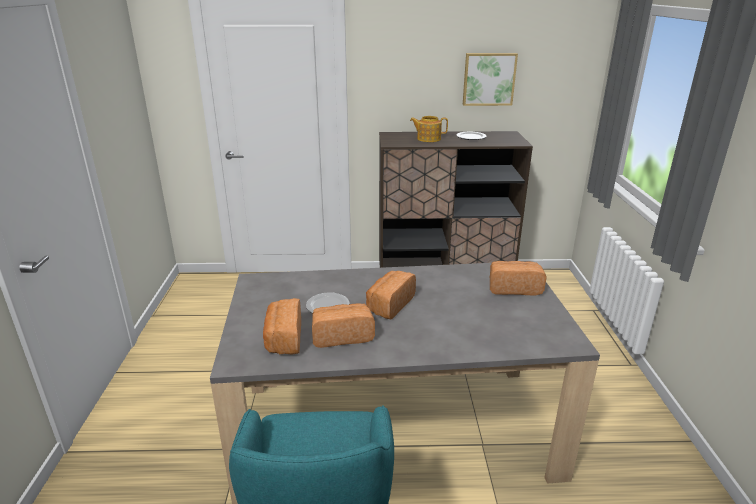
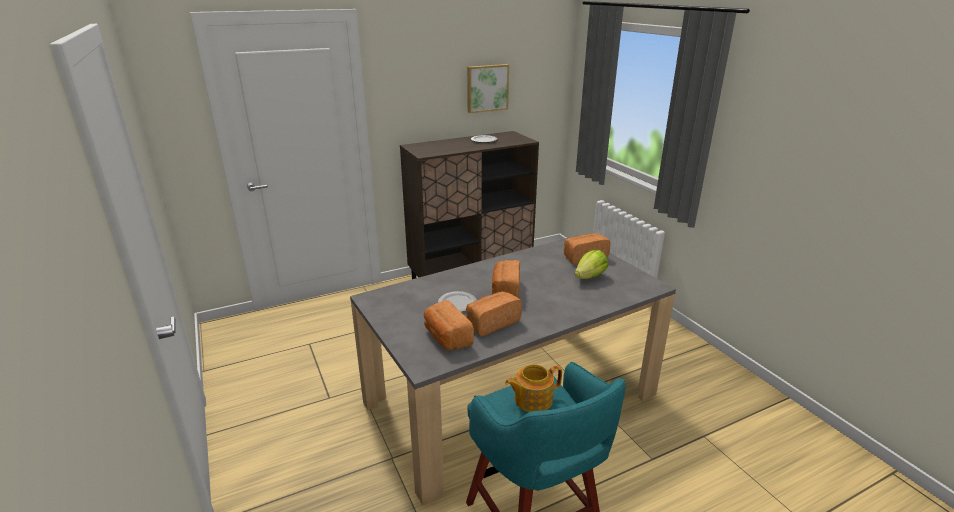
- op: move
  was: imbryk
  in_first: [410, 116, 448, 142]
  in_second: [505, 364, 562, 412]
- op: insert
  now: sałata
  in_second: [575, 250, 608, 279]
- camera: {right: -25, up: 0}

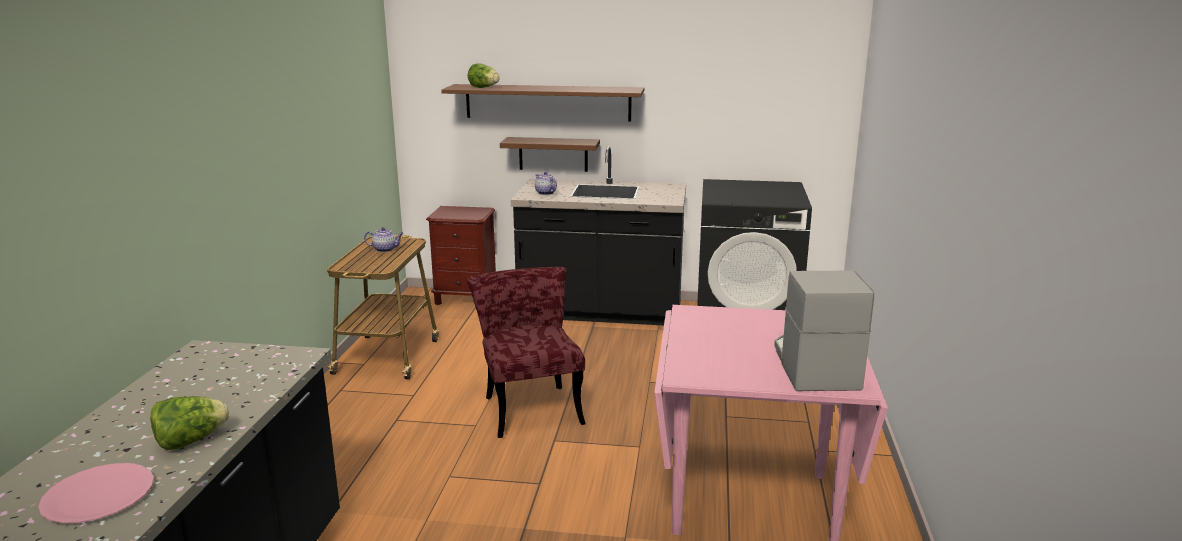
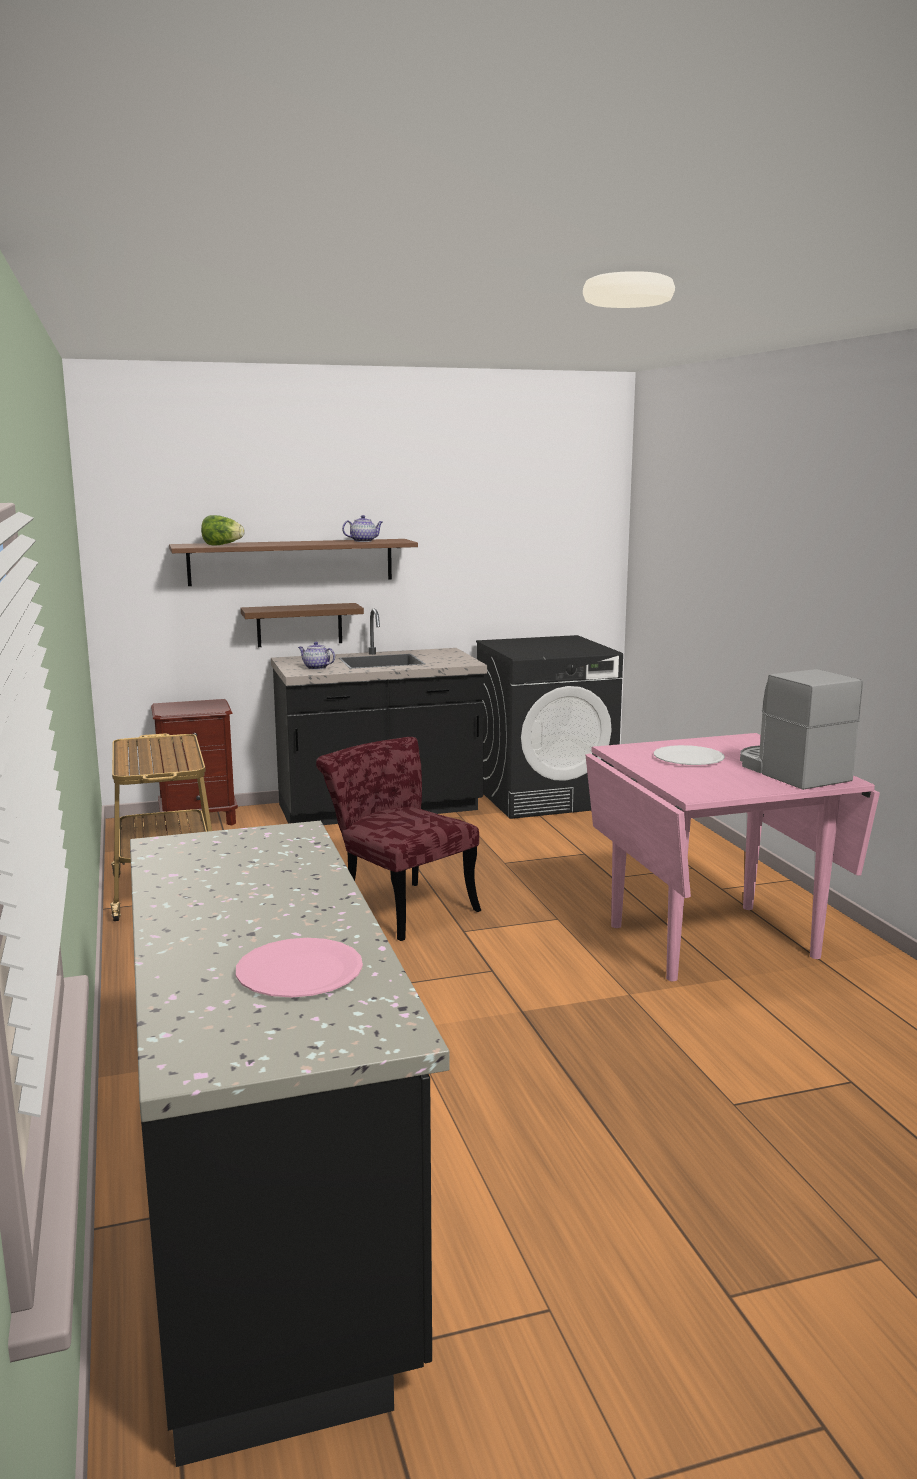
- op: move
  was: imbryk
  in_first: [364, 227, 404, 252]
  in_second: [342, 515, 383, 542]
- op: insert
  now: talerz [biały]
  in_second: [654, 745, 725, 765]
- op: delete
  was: sałata
  in_first: [150, 396, 229, 450]
- camera: {right: -25, up: -5}

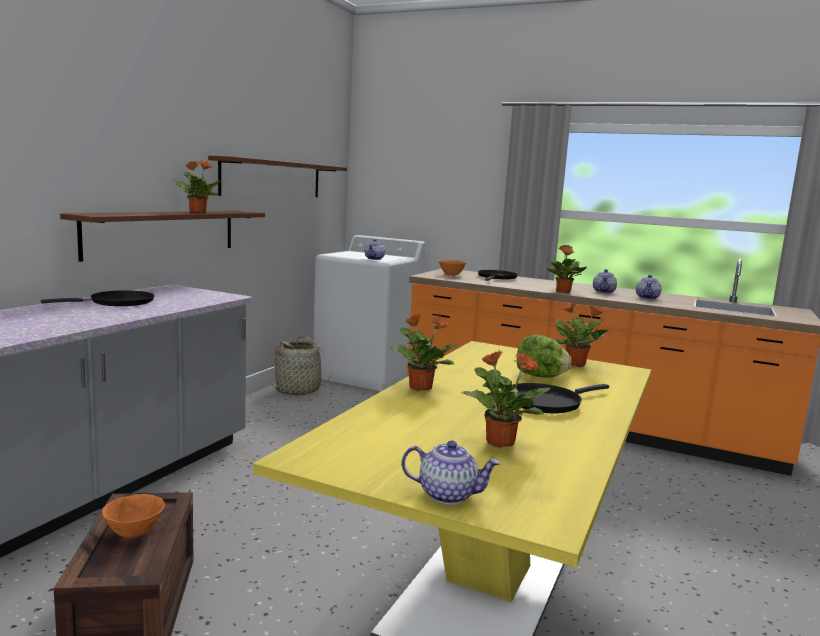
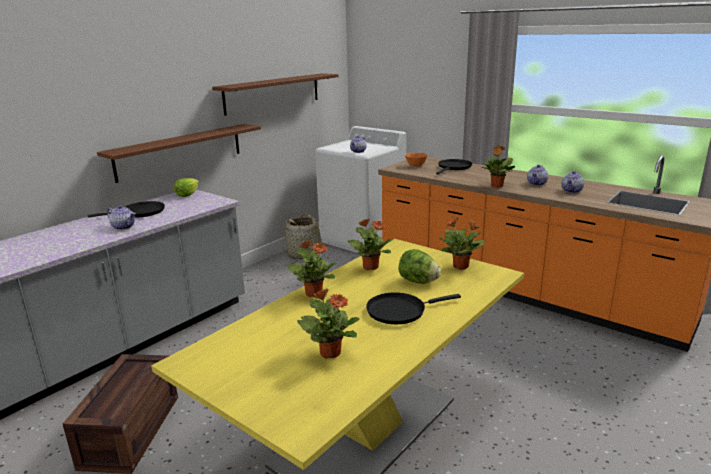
- op: move
  was: imbryk
  in_first: [402, 440, 501, 504]
  in_second: [107, 205, 135, 230]
- op: insert
  now: sałata
  in_second: [174, 178, 199, 197]
- op: move
  was: roślina doniczkowa
  in_first: [174, 160, 220, 213]
  in_second: [348, 218, 394, 270]
- op: delete
  was: miska [pomarańczowy]
  in_first: [102, 494, 165, 538]
- camera: {right: 15, up: 10}

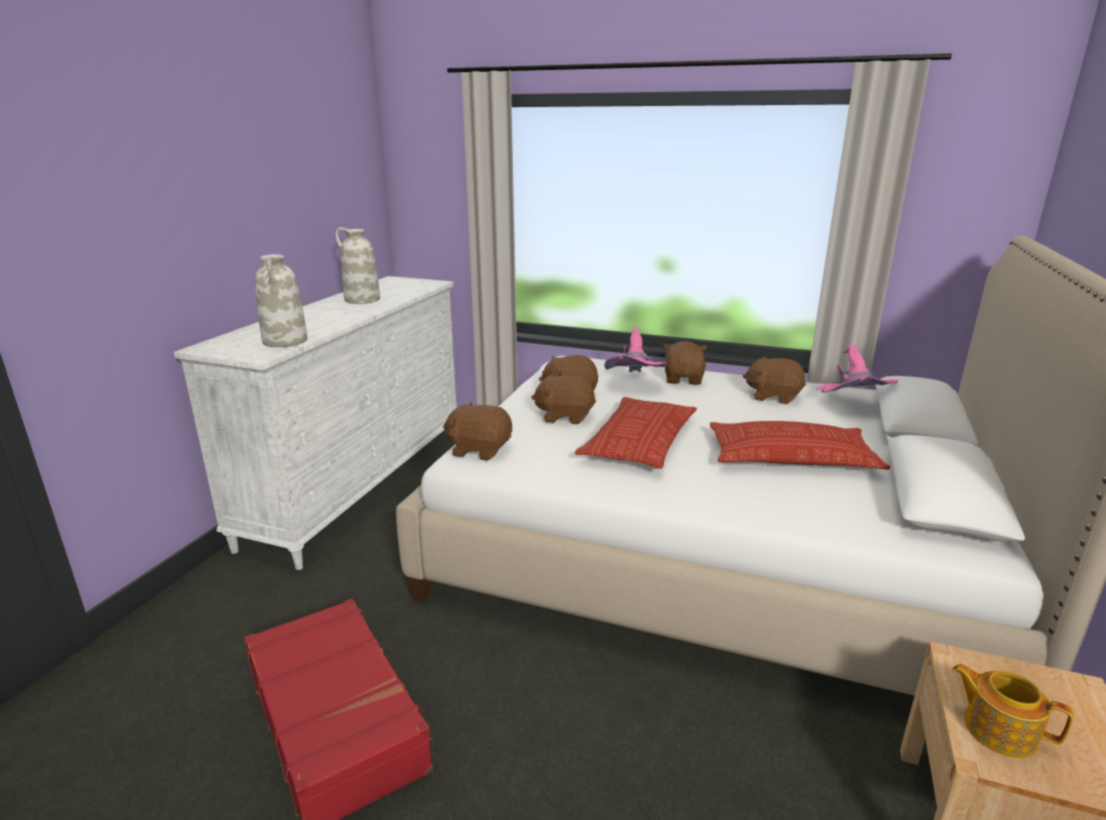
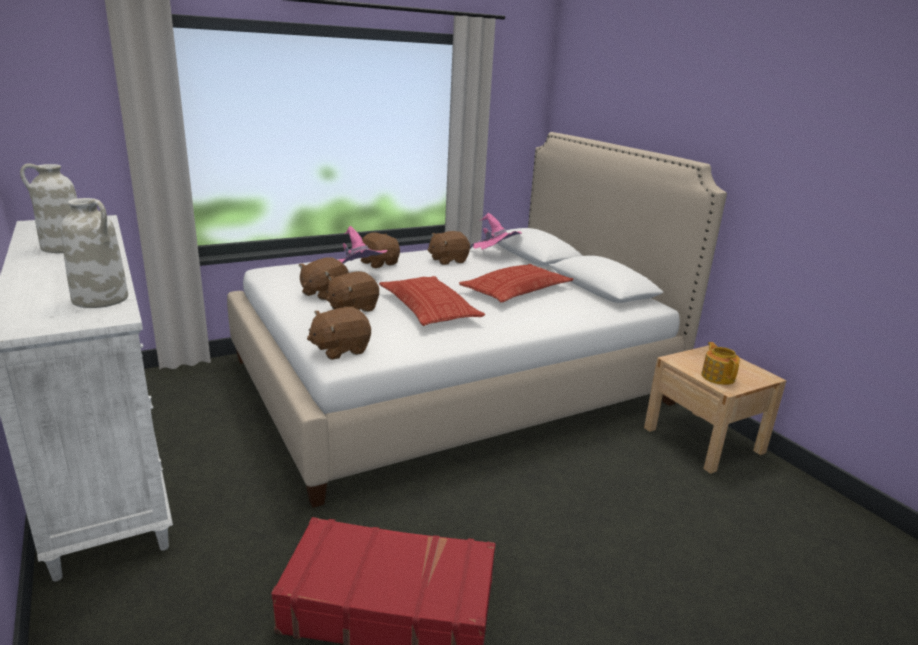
- op: rotate
  was: imbryk
  in_first: [952, 664, 1073, 758]
  in_second: [701, 342, 740, 385]
  clockwise: 90
- camera: {right: -50, up: 0}

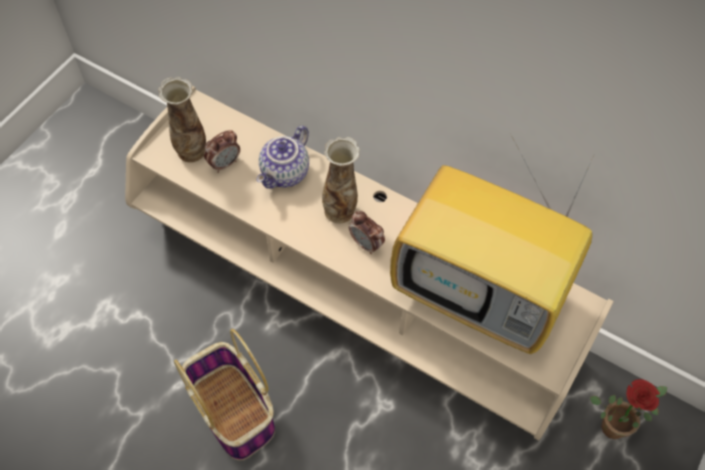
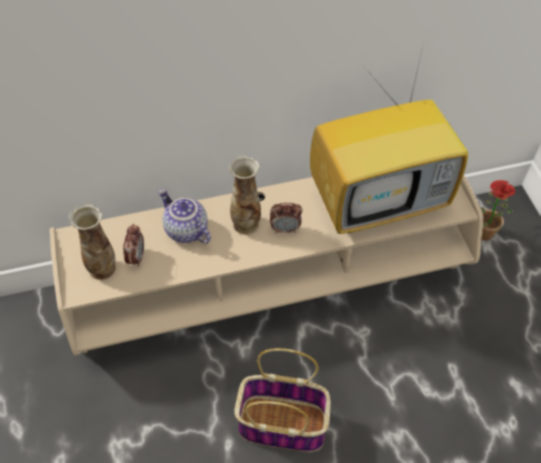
- op: rotate
  was: imbryk
  in_first: [257, 126, 309, 189]
  in_second: [159, 189, 211, 244]
  clockwise: 150
- camera: {right: -45, up: -5}

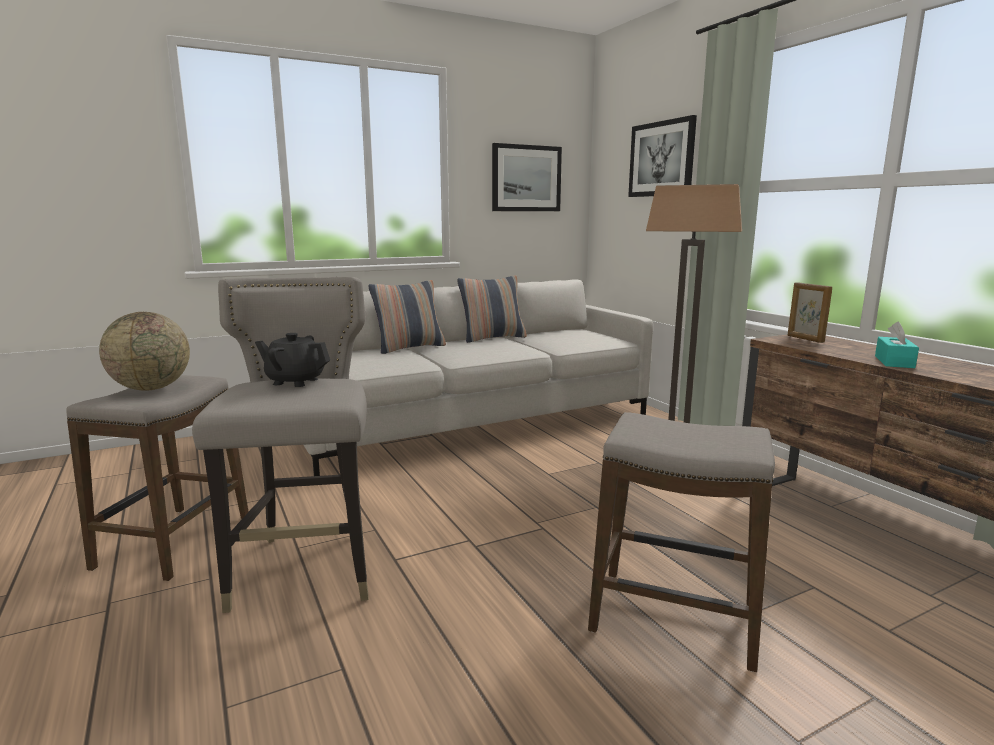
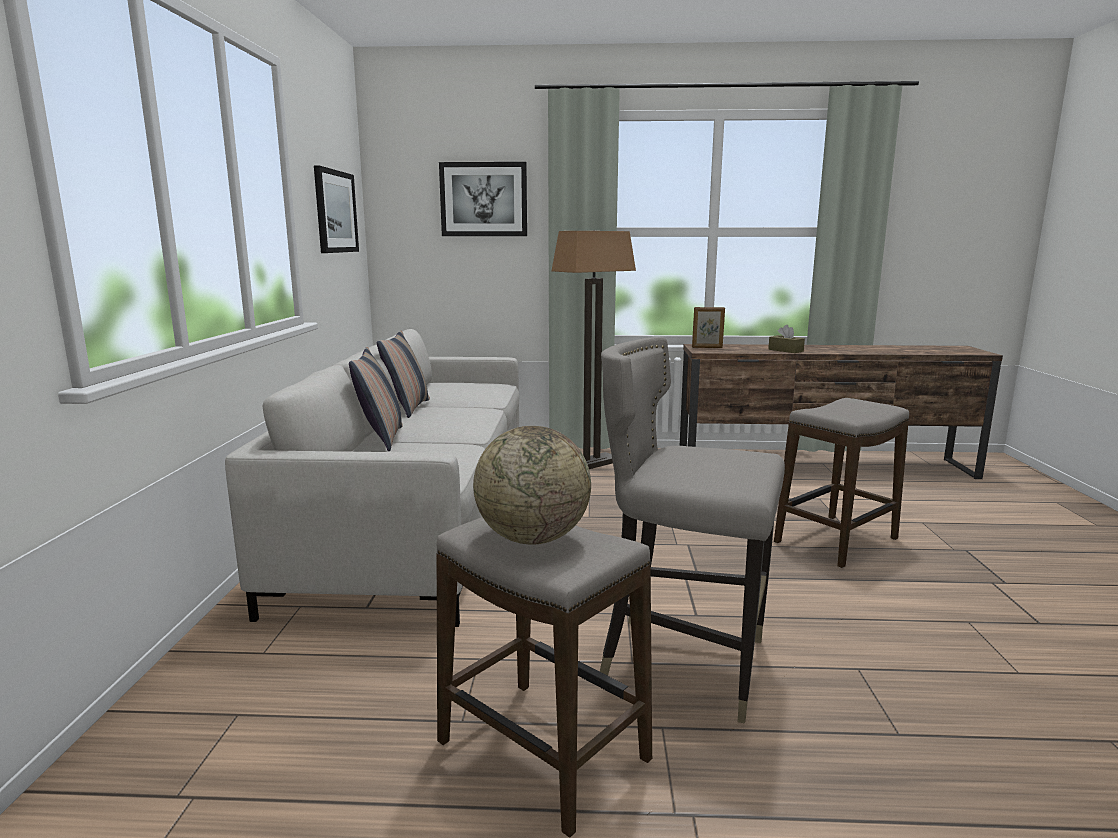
- op: recolor
  was: pudełko chusteczek [turkusowy]
  now: pudełko chusteczek [brązowy]
  in_first: [875, 321, 919, 368]
  in_second: [768, 325, 805, 353]
- op: delete
  was: imbryk [czarny]
  in_first: [255, 333, 330, 387]
- camera: {right: -60, up: 0}

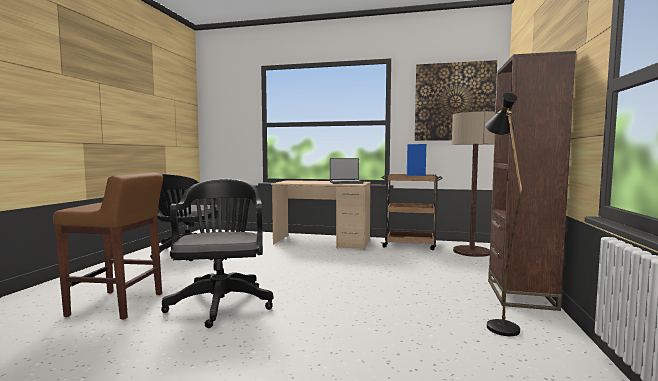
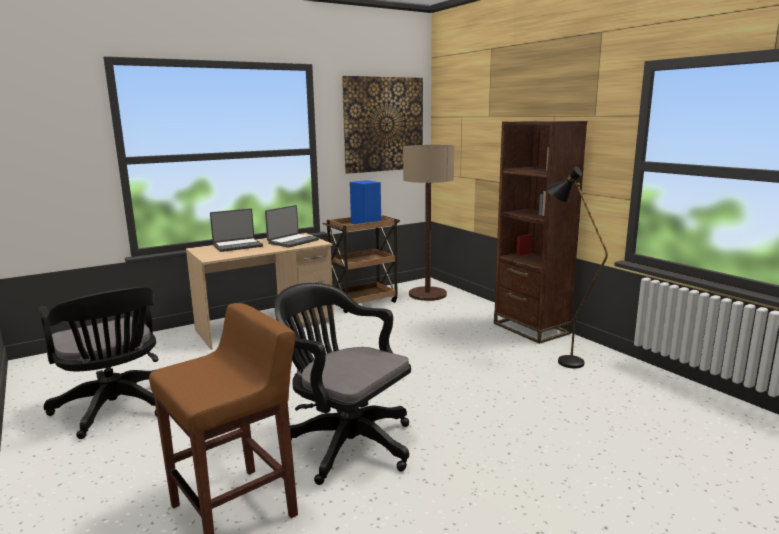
- op: insert
  now: laptop
  in_second: [210, 209, 263, 252]
- camera: {right: -45, up: 10}

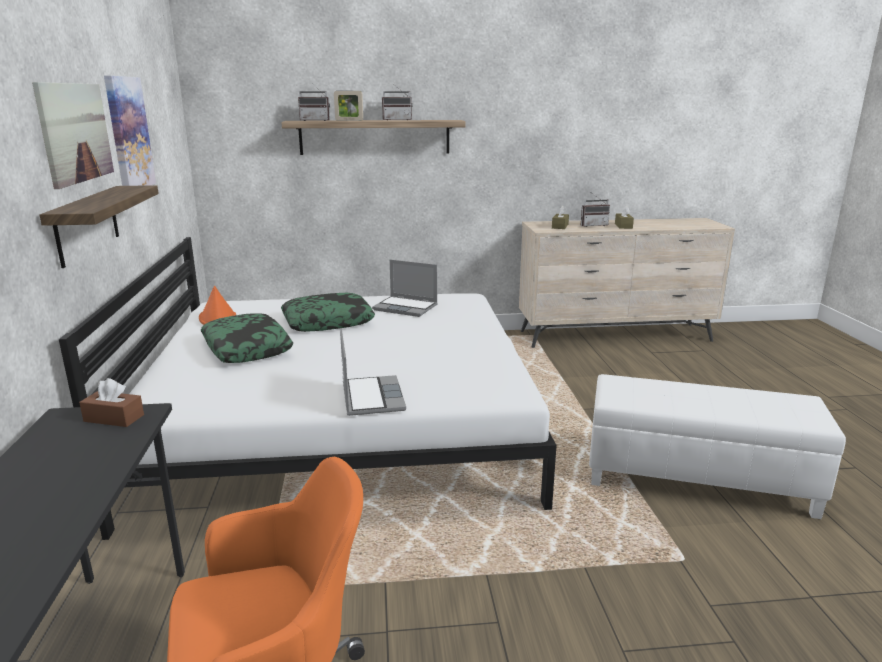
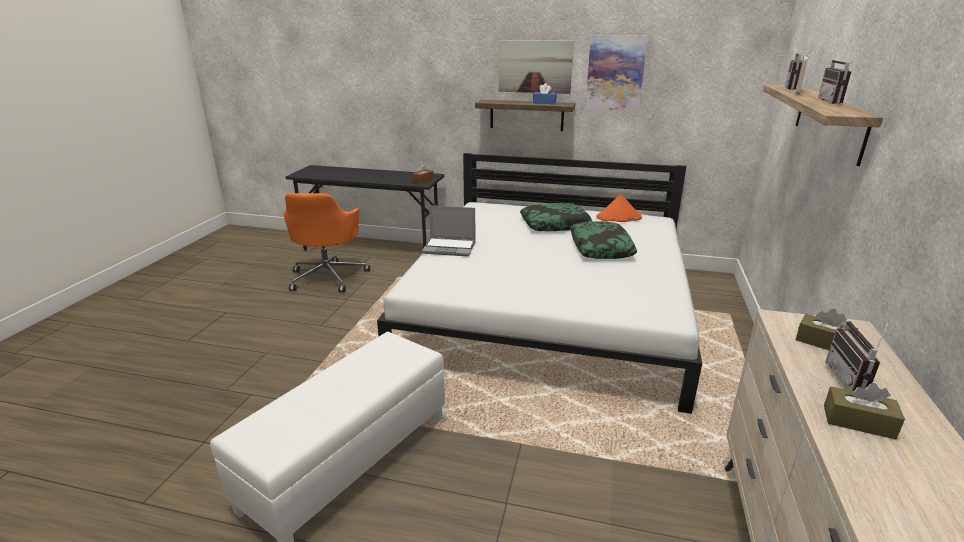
- op: insert
  now: pudełko chusteczek [niebieski]
  in_second: [533, 83, 556, 104]
- op: delete
  was: laptop
  in_first: [372, 260, 438, 317]
- camera: {right: 110, up: 5}

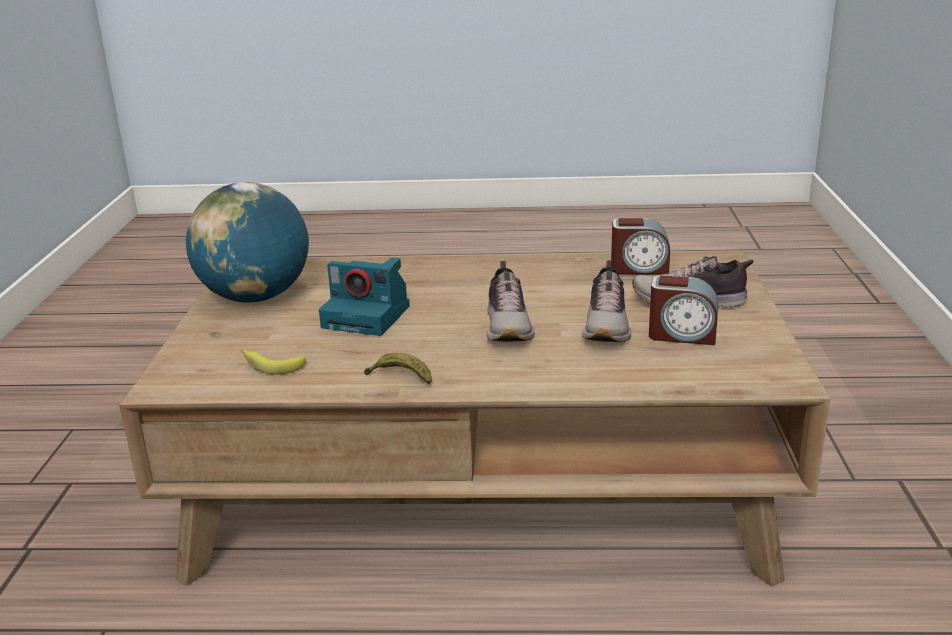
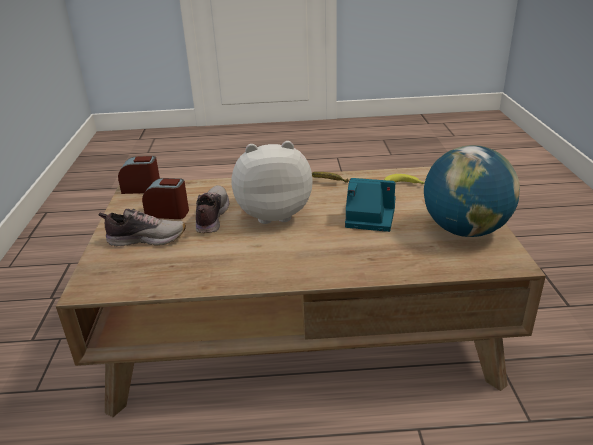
- op: move
  was: budzik
  in_first: [611, 218, 670, 275]
  in_second: [118, 156, 160, 194]
- op: replace
  was: but
  now: pluszak
  in_first: [487, 261, 535, 342]
  in_second: [232, 141, 313, 224]
- camera: {right: 175, up: 5}

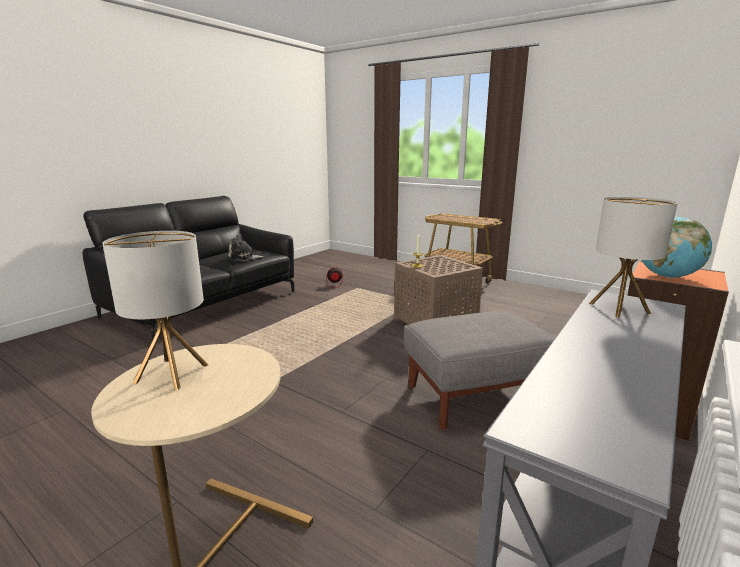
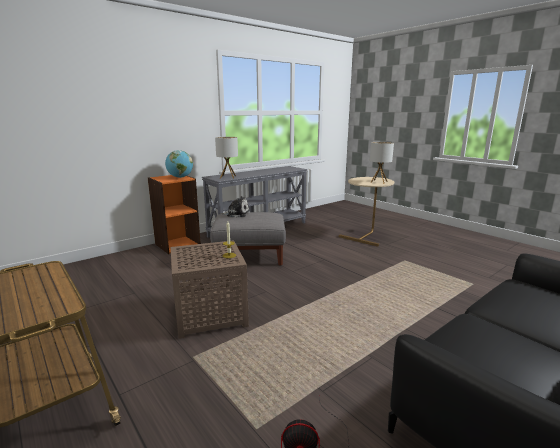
- op: move
  was: pluszak
  in_first: [228, 235, 264, 261]
  in_second: [220, 196, 249, 217]
- camera: {right: -165, up: 0}

